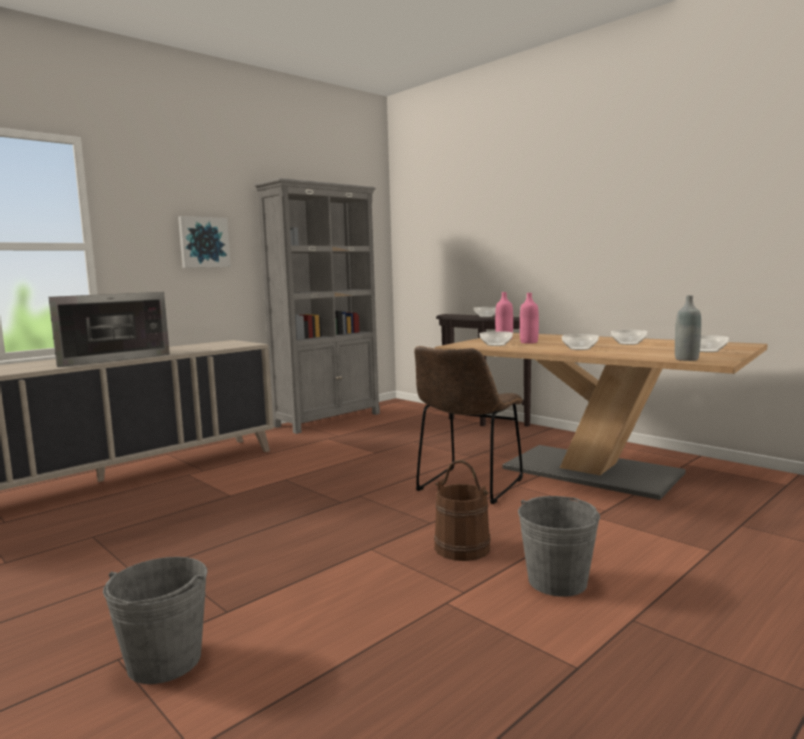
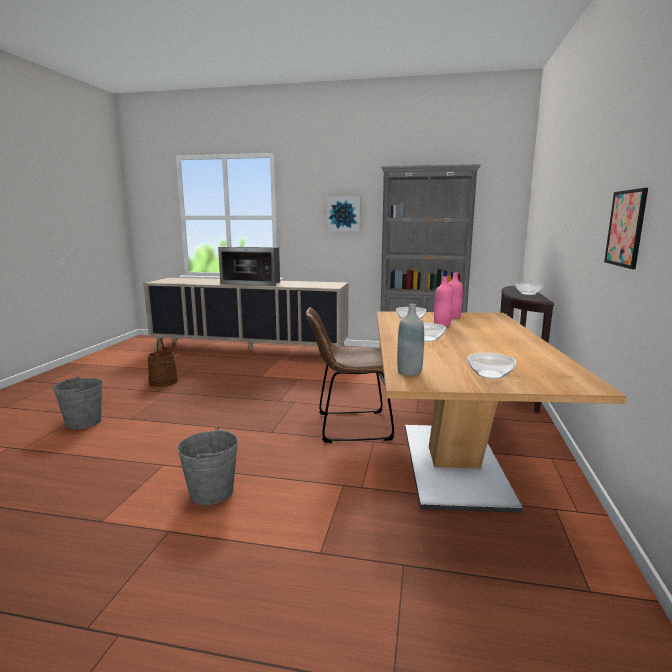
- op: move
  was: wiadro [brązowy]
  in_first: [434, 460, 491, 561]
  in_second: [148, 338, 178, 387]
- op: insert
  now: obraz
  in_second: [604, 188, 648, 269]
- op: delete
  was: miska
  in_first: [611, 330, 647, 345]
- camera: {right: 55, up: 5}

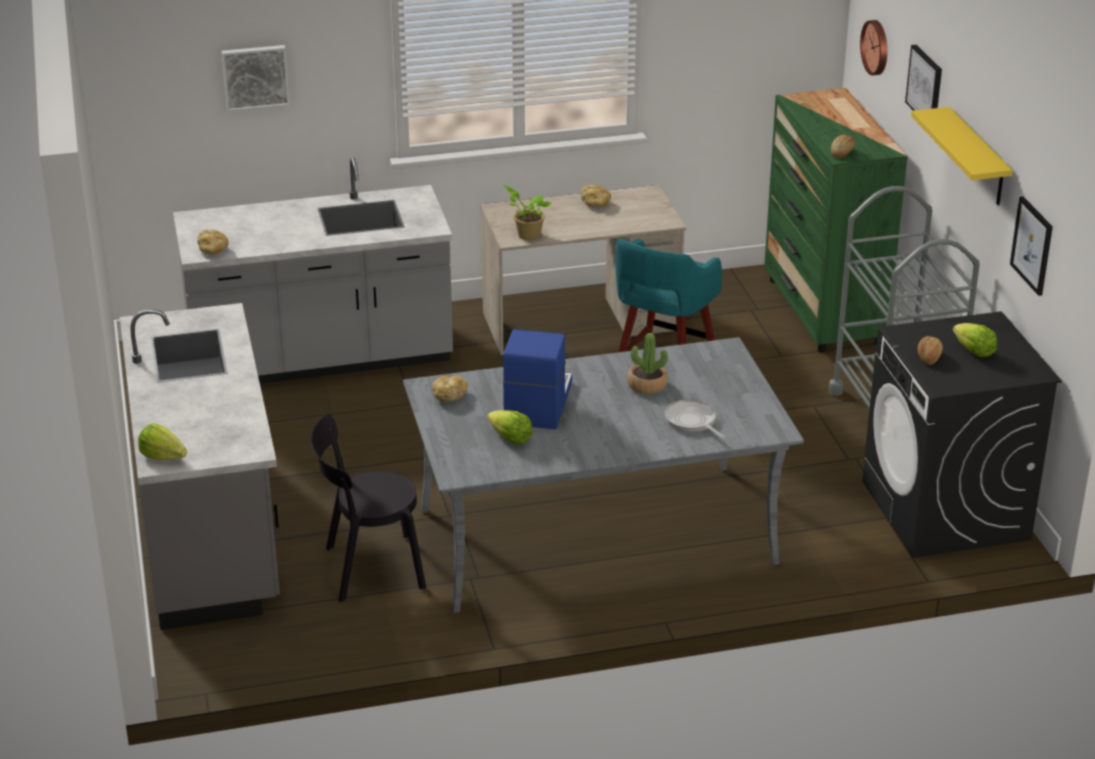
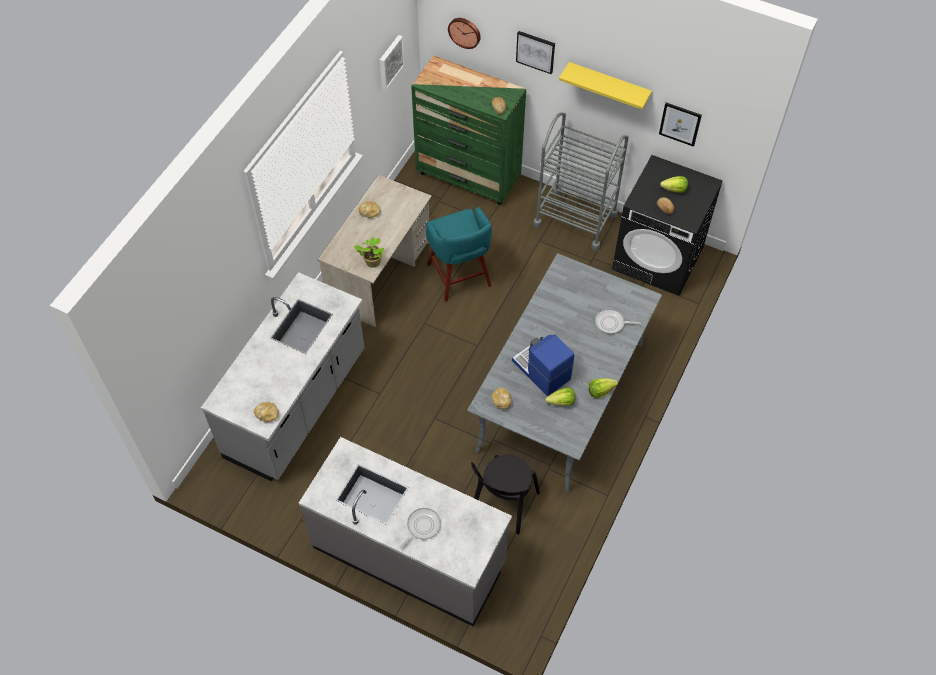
- op: move
  was: obraz
  in_first: [222, 45, 290, 112]
  in_second: [380, 35, 404, 90]
- op: insert
  now: patelnia
  in_second: [399, 508, 441, 549]
- op: move
  was: sałata
  in_first: [138, 424, 187, 461]
  in_second: [589, 378, 618, 398]
- op: delete
  was: roślina doniczkowa
  in_first: [628, 333, 668, 394]
- camera: {right: -50, up: 25}

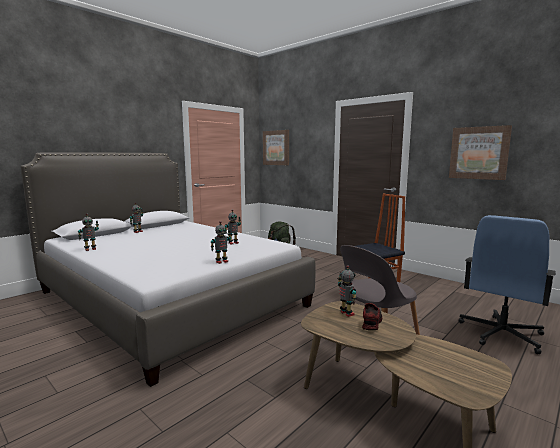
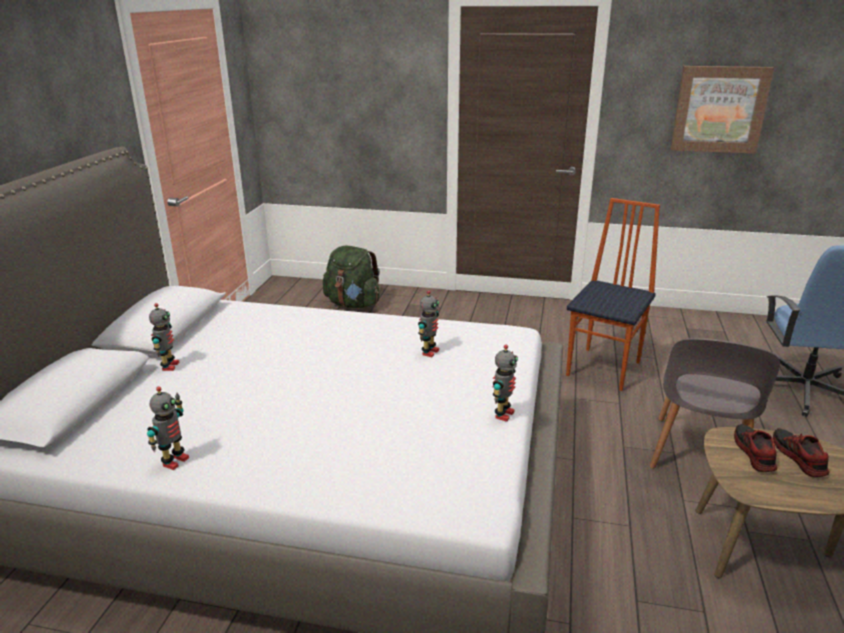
- op: replace
  was: robot zabawkowy
  now: but
  in_first: [337, 265, 357, 317]
  in_second: [734, 424, 777, 472]
- op: delete
  was: obraz
  in_first: [263, 130, 289, 165]
- camera: {right: -30, up: 15}

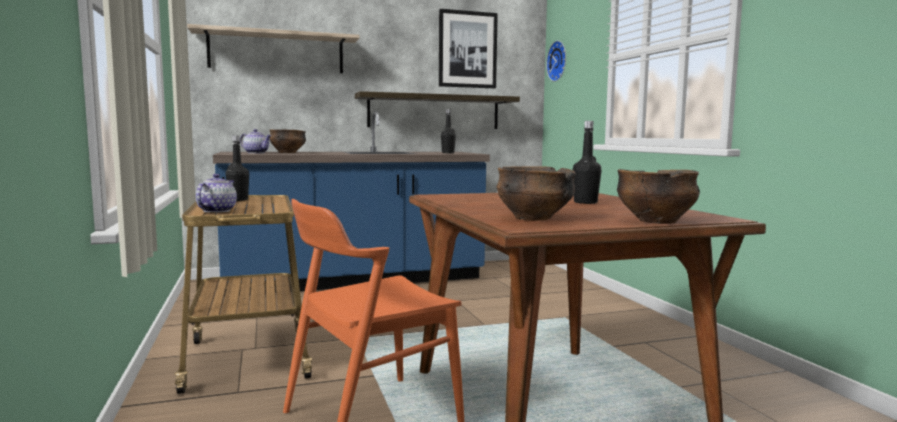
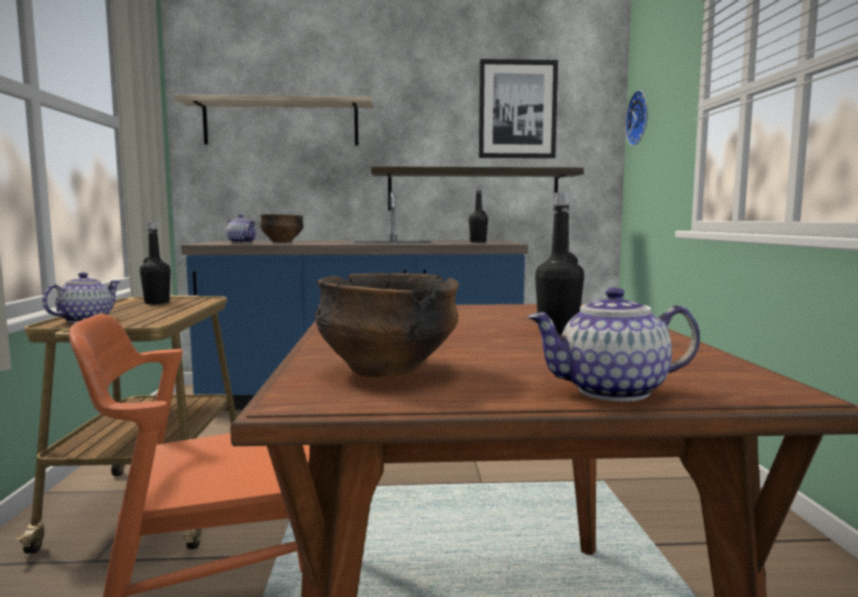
- op: replace
  was: miska
  now: imbryk
  in_first: [617, 169, 700, 224]
  in_second: [527, 287, 700, 402]
- camera: {right: 15, up: 0}

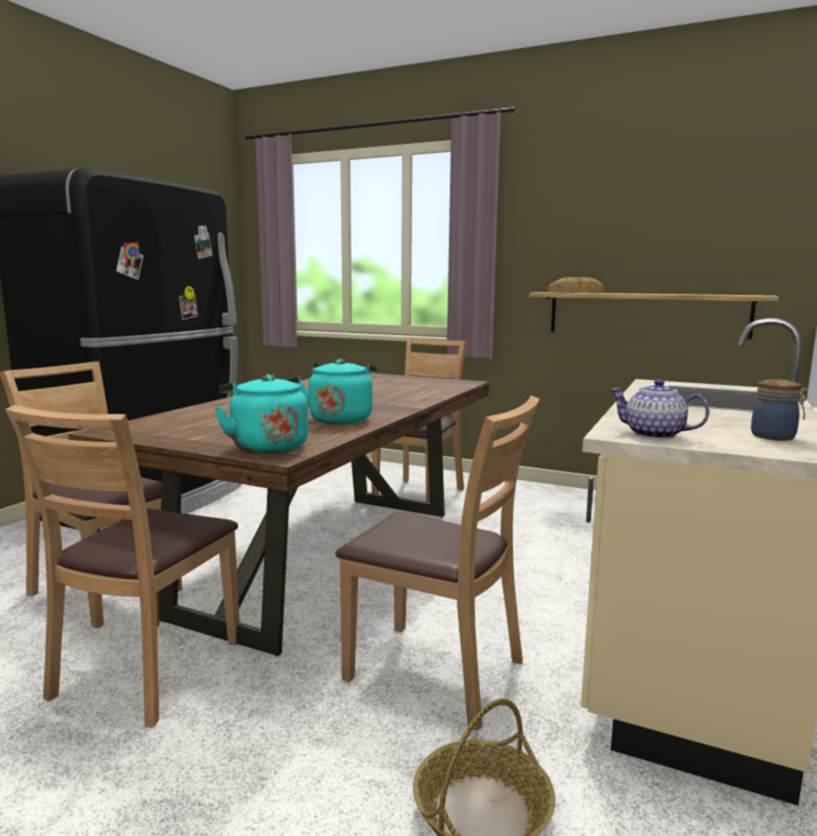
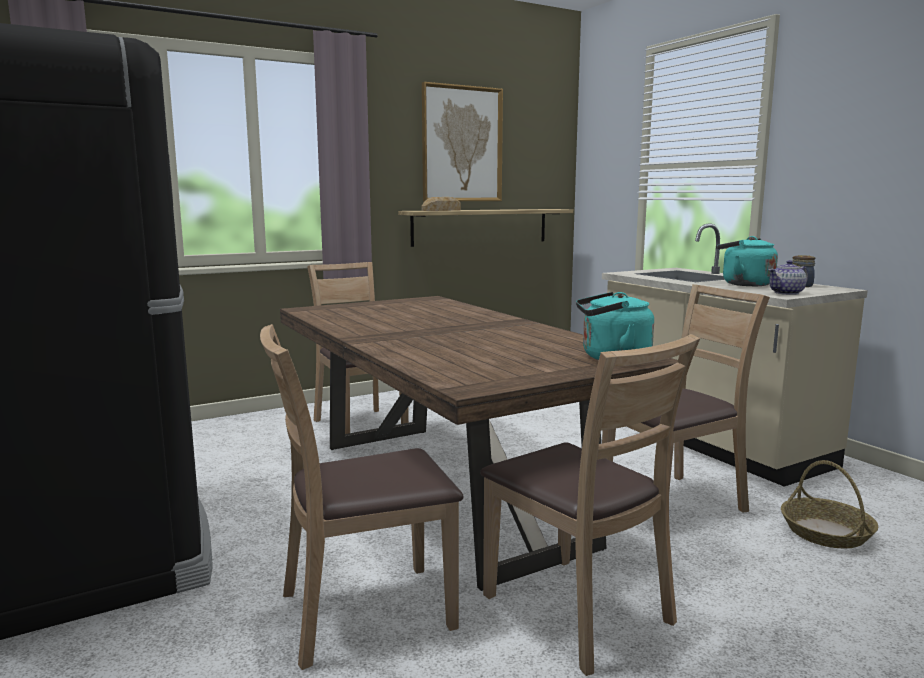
- op: insert
  now: obraz
  in_second: [422, 82, 503, 202]
- op: move
  was: czajnik [turkusowy]
  in_first: [300, 359, 377, 424]
  in_second: [716, 236, 778, 286]
- camera: {right: -55, up: 0}

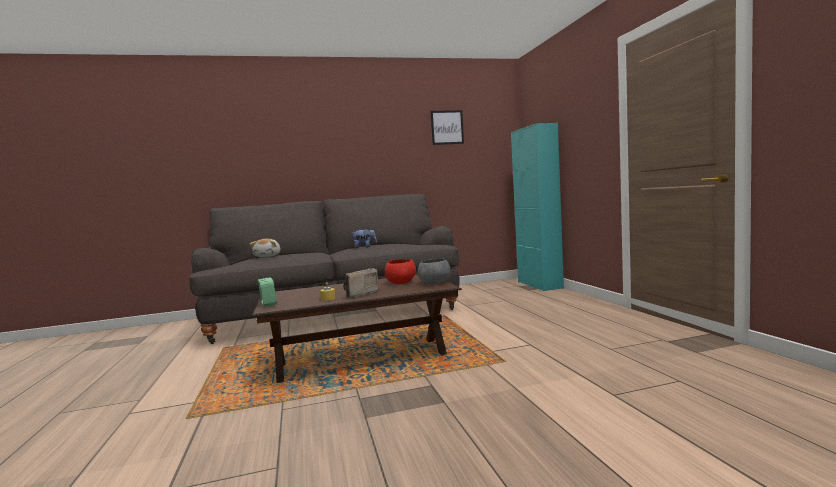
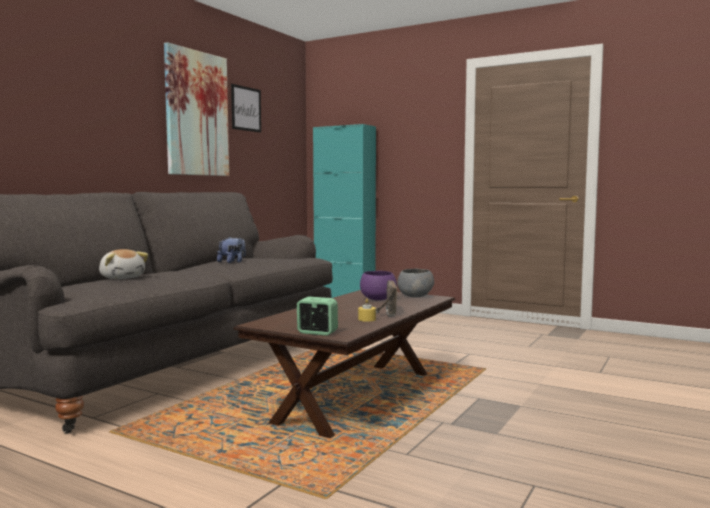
- op: insert
  now: obraz
  in_second: [164, 42, 229, 176]
- op: recolor
  was: miska [czerwony]
  now: miska [fioletowy]
  in_first: [385, 259, 416, 284]
  in_second: [360, 271, 397, 300]
- camera: {right: -45, up: 0}

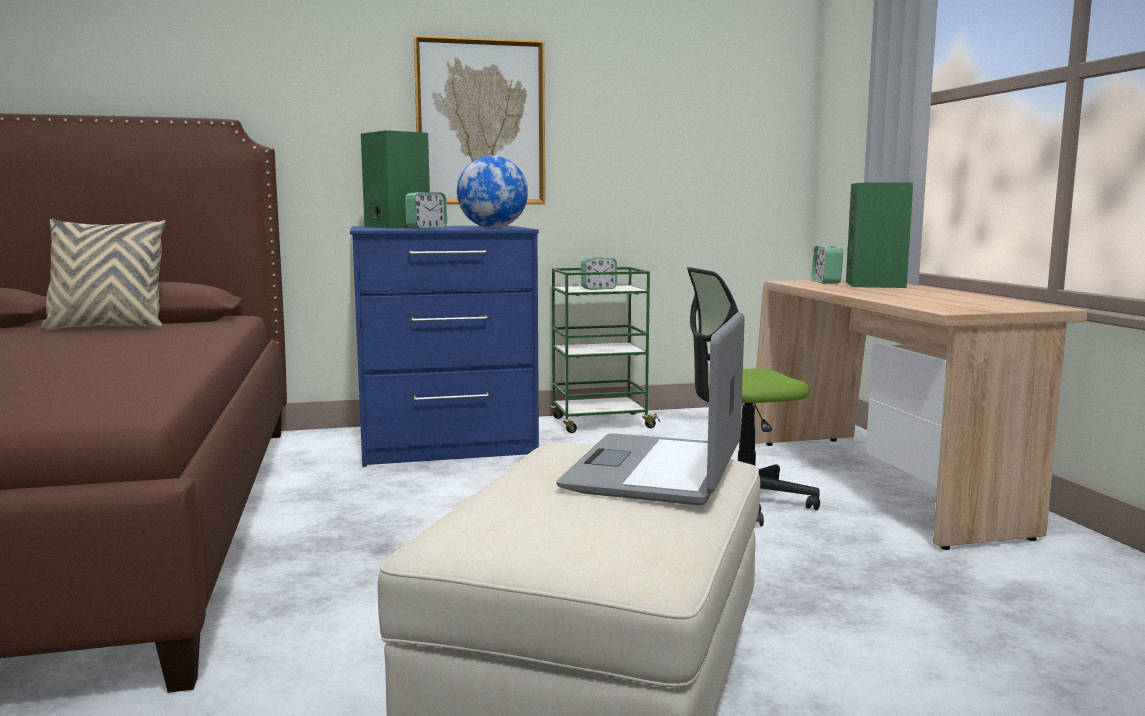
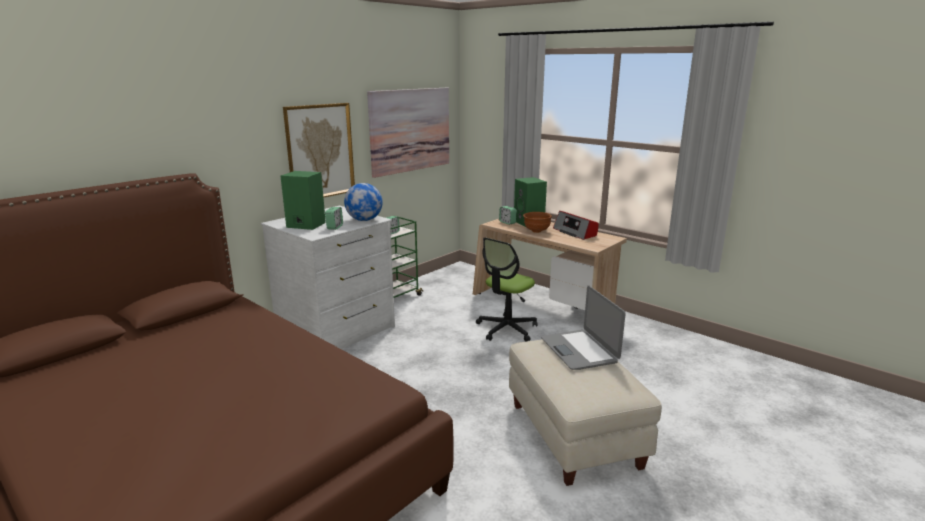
- op: recolor
  was: komoda [niebieski]
  now: komoda [biały]
  in_first: [350, 226, 539, 467]
  in_second: [261, 205, 395, 349]
- op: insert
  now: obraz
  in_second: [367, 88, 449, 178]
- op: insert
  now: miska [brązowy]
  in_second: [523, 212, 552, 233]
- op: insert
  now: radio
  in_second: [553, 211, 599, 240]
- op: delete
  was: poduszka [beżowy]
  in_first: [40, 219, 166, 331]
- camera: {right: -35, up: 10}

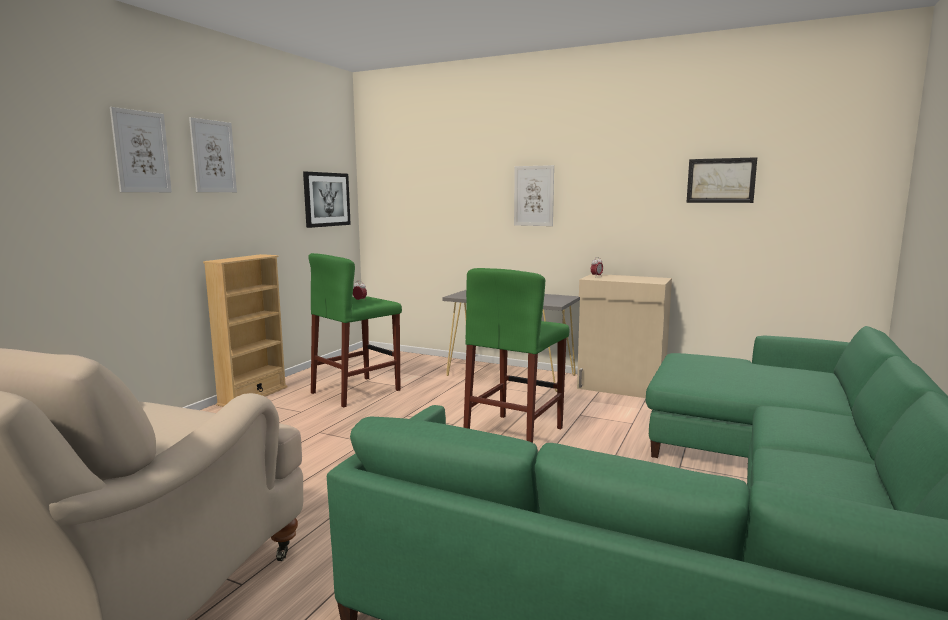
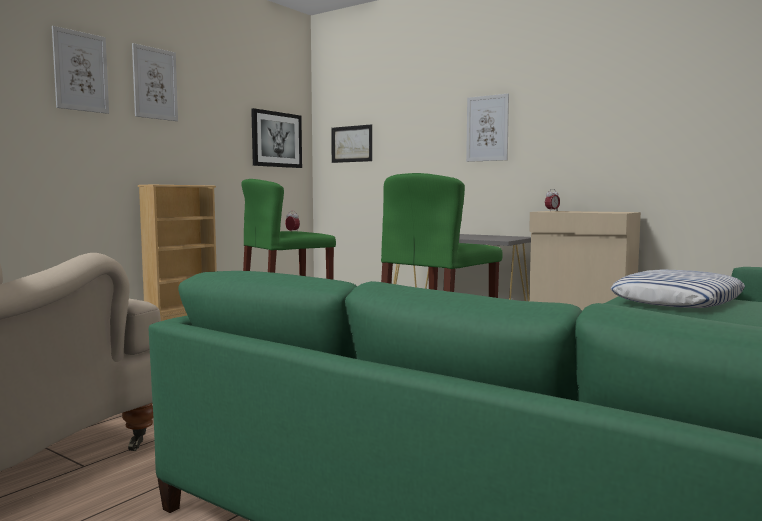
- op: move
  was: obraz
  in_first: [686, 157, 757, 203]
  in_second: [331, 124, 372, 163]
- op: insert
  now: poduszka
  in_second: [610, 269, 745, 308]
- camera: {right: 10, up: -5}

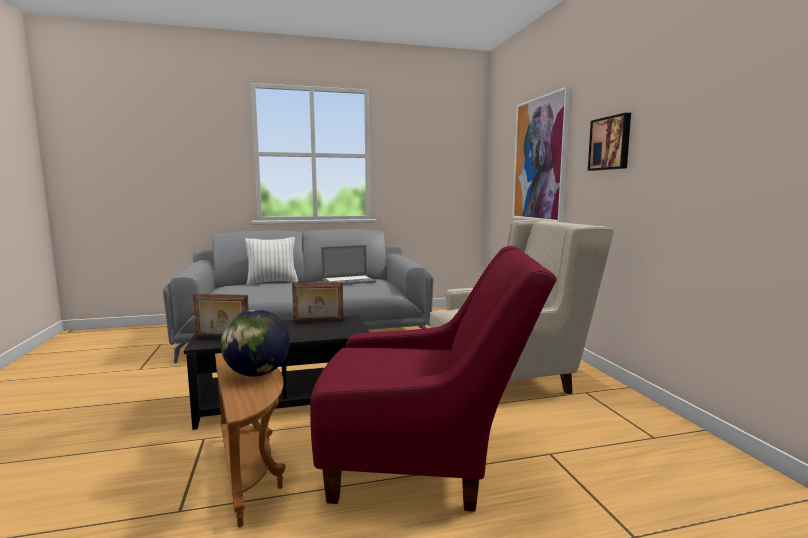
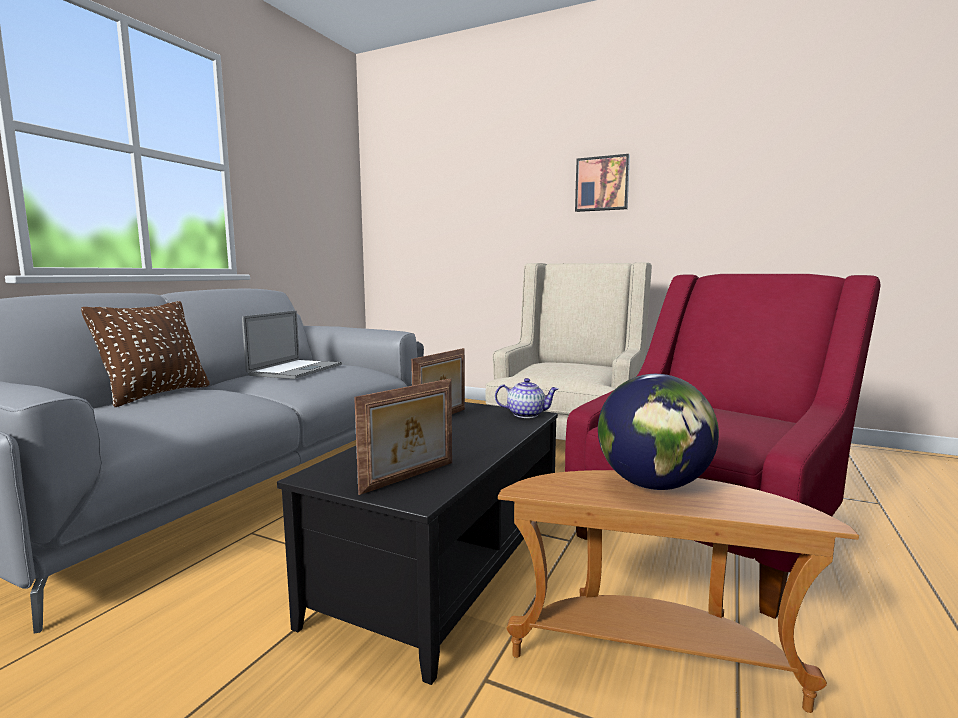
- op: recolor
  was: poduszka [biały]
  now: poduszka [brązowy]
  in_first: [245, 237, 298, 285]
  in_second: [81, 301, 210, 407]
- op: insert
  now: imbryk
  in_second: [495, 378, 558, 418]
- op: delete
  was: obraz
  in_first: [512, 87, 570, 222]
- camera: {right: -50, up: 0}

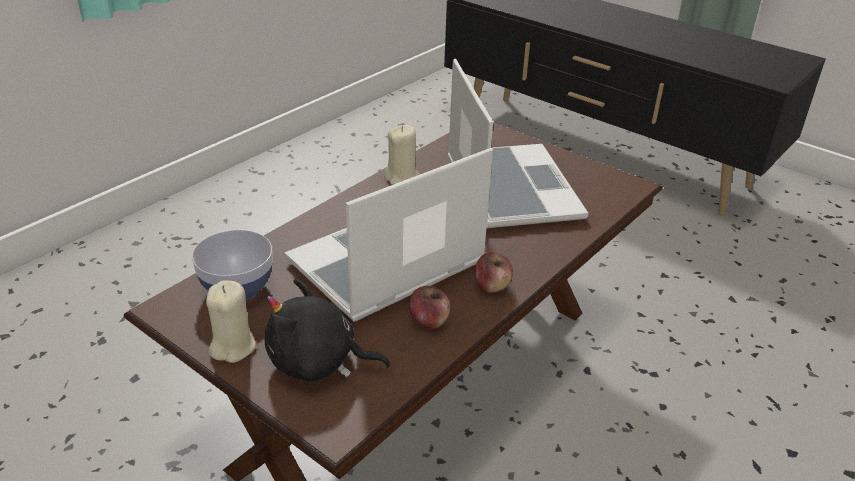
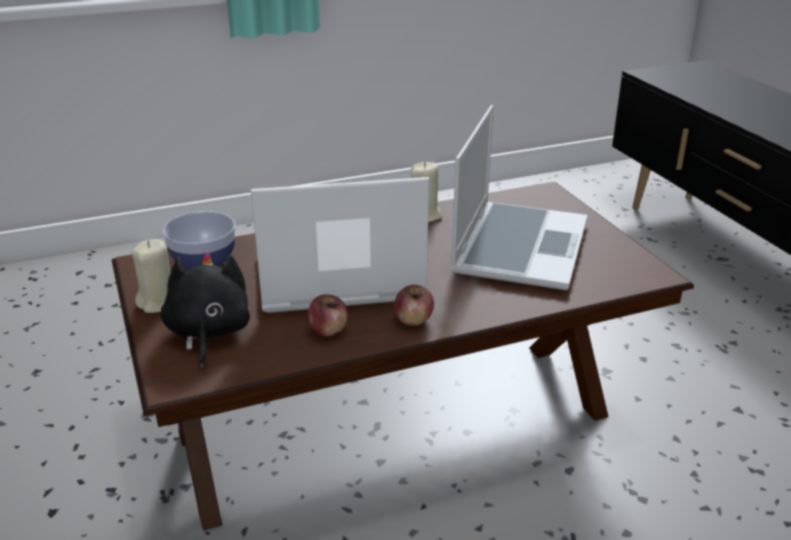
- op: rotate
  was: pluszak [czarny]
  in_first: [265, 278, 390, 382]
  in_second: [161, 251, 250, 368]
  clockwise: 45
- camera: {right: 30, up: -5}

